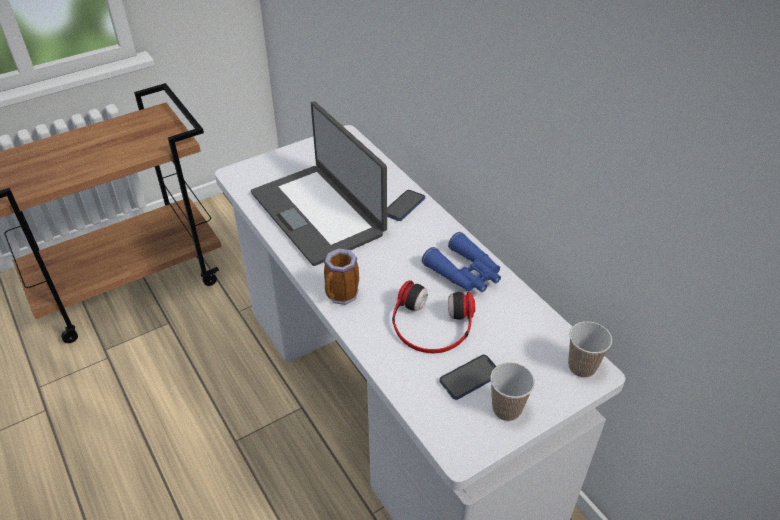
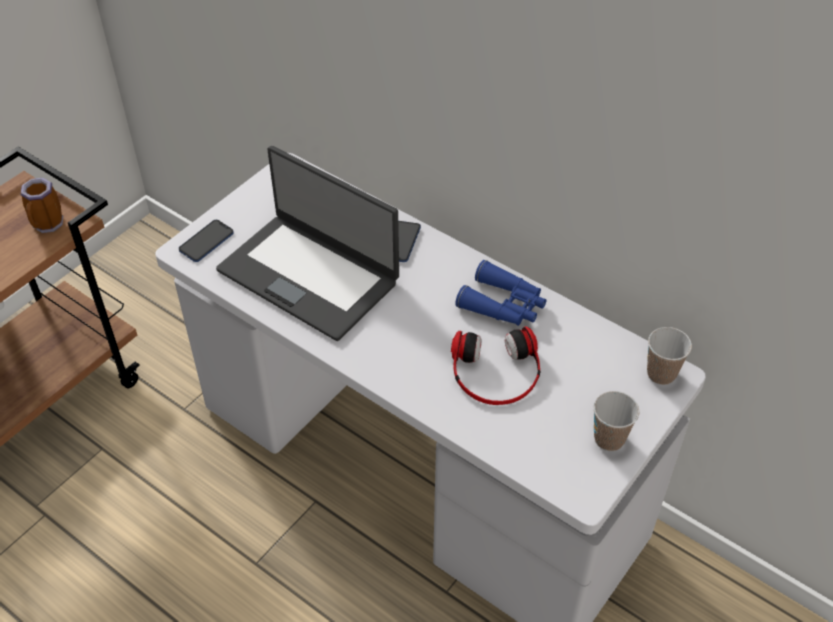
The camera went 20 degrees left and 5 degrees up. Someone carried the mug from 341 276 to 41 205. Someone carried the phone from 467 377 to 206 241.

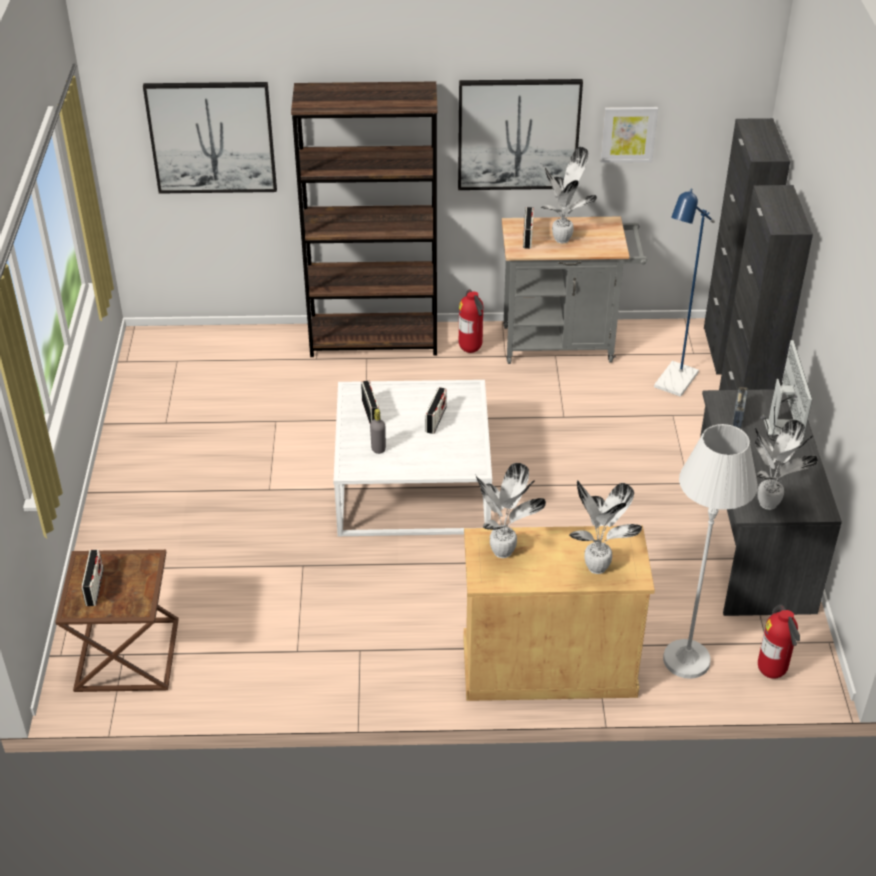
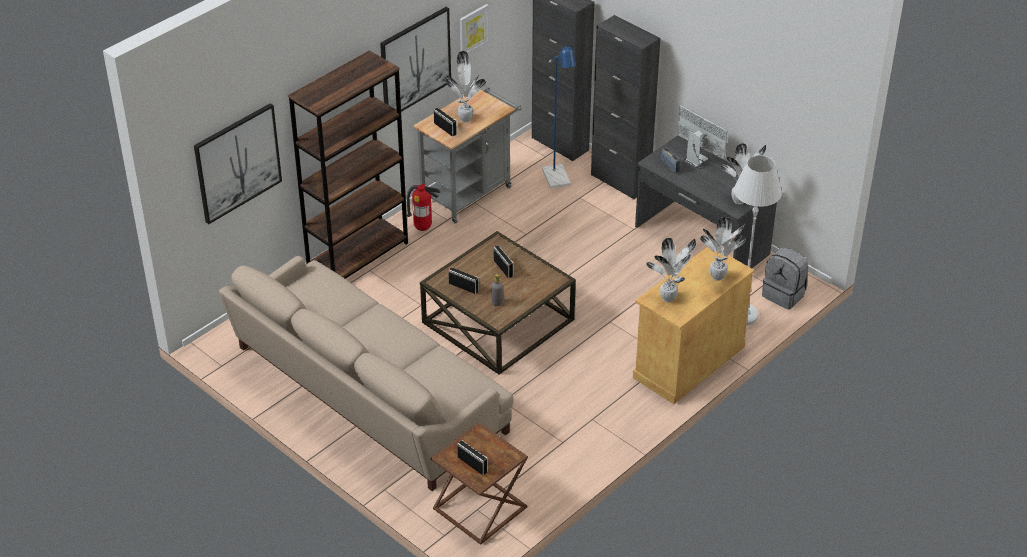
The camera went 45 degrees left and 0 degrees up. Someone put down the beige sofa at 366 373. Someone repainted the white coffee table at 412 458, which became the brown coffee table at 498 303. Someone swapped the fire extinguisher at 779 641 for the grey backpack at 785 278.

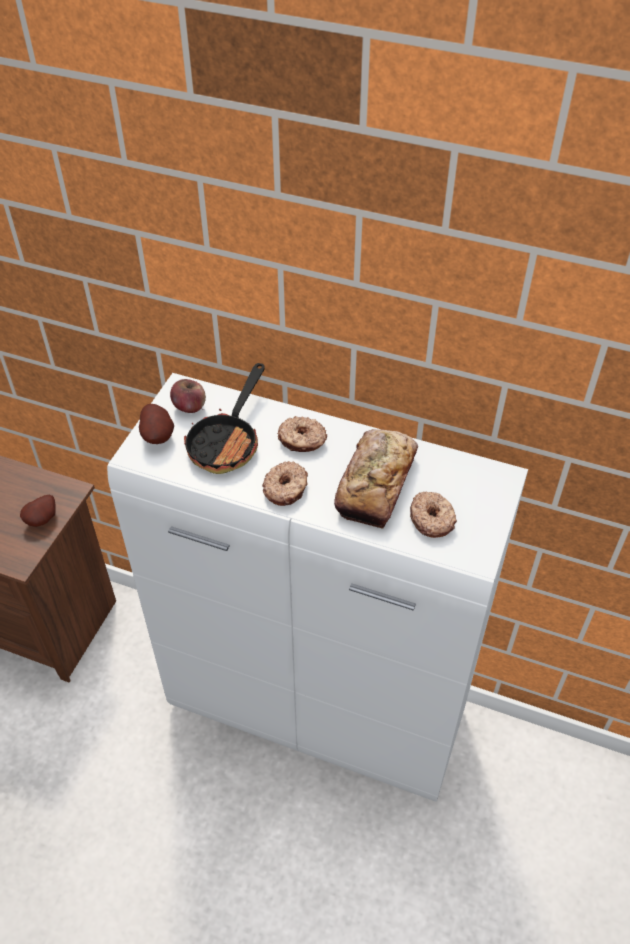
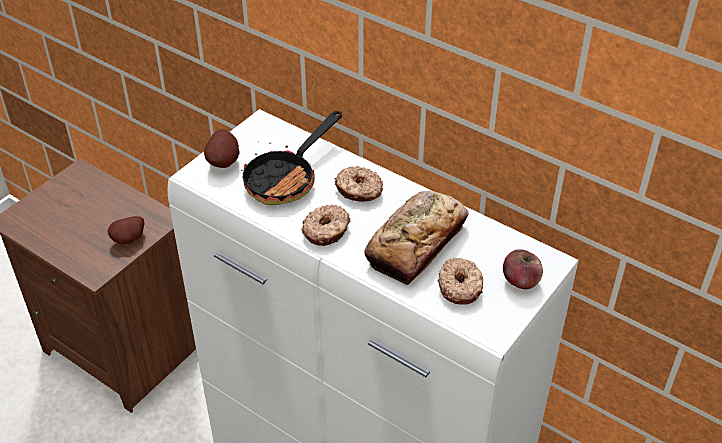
The camera went 15 degrees right and 5 degrees down. Someone carried the apple from 188 396 to 523 269.

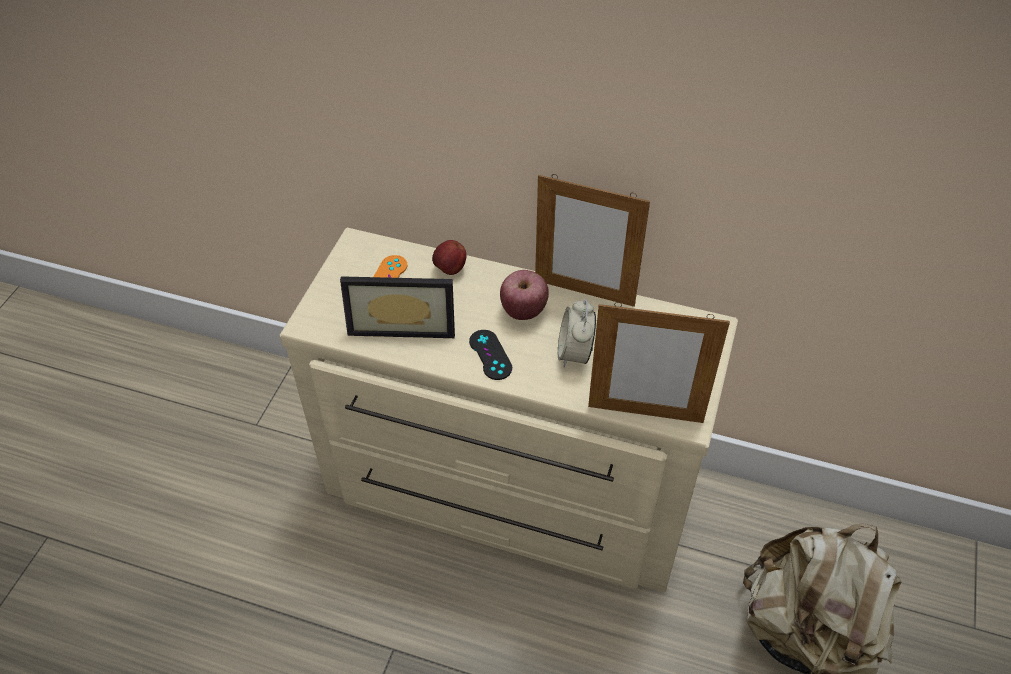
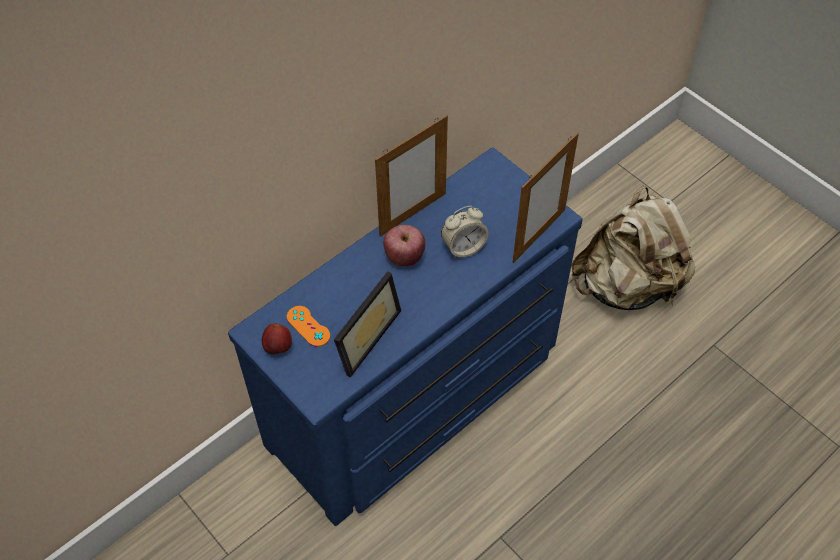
The camera went 60 degrees left and 5 degrees up. Someone repainted the beige dresser at 508 410, which became the blue dresser at 405 336. Someone carried the apple from 449 257 to 277 339. Someone rotated the alarm clock at 577 333 by 60 degrees counterclockwise. Someone took away the black game controller at 490 355.

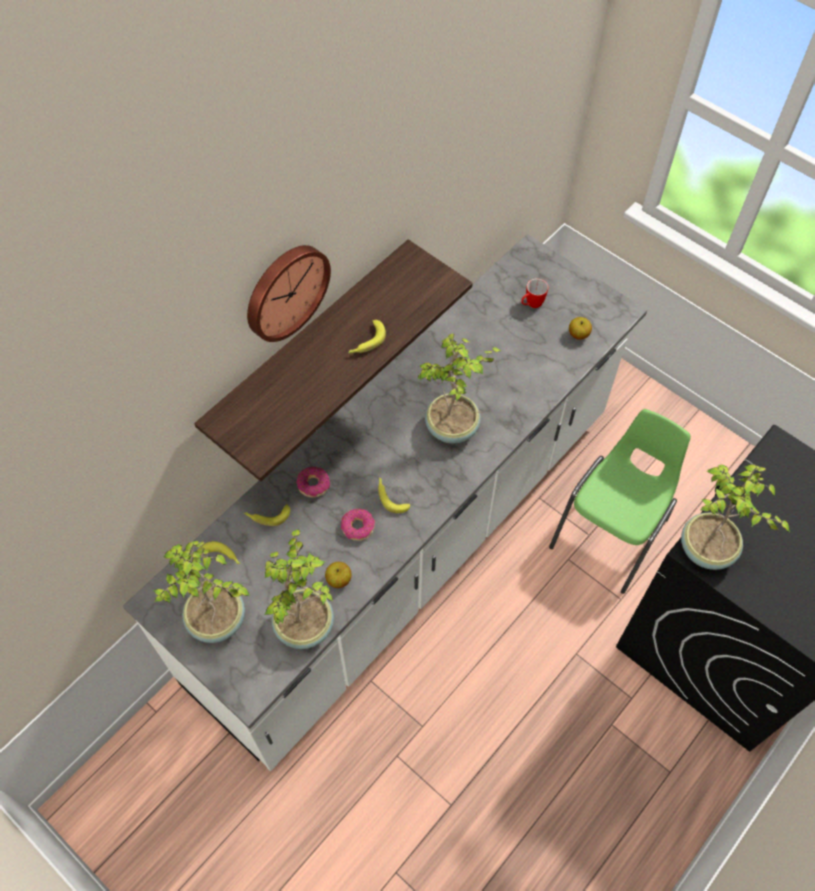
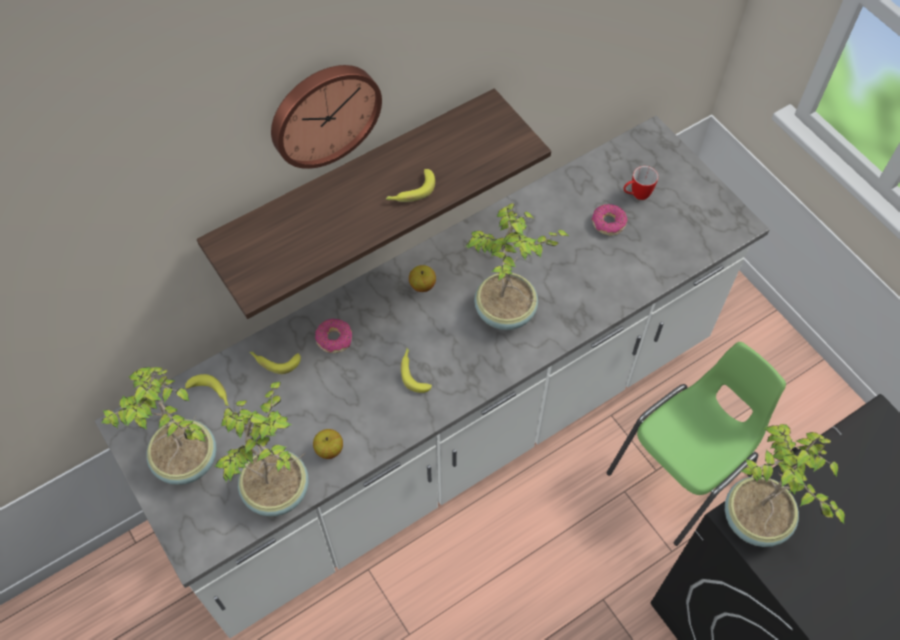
The camera went 15 degrees right and 0 degrees up. Someone carried the apple from 580 328 to 422 278. Someone carried the donut from 358 525 to 609 220.

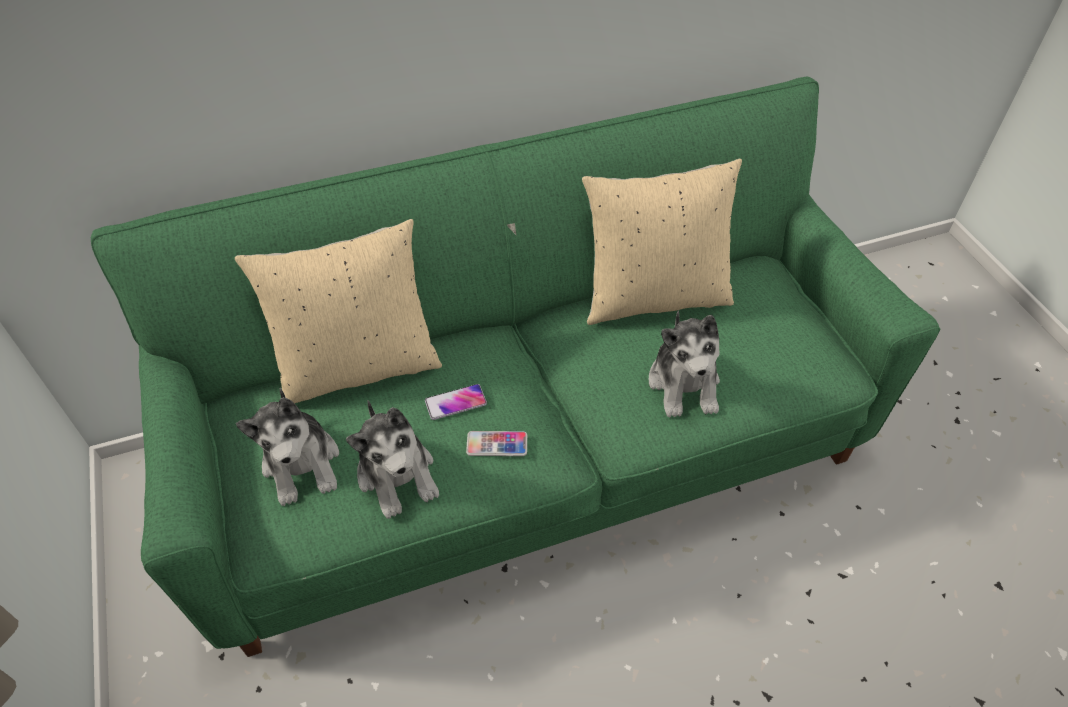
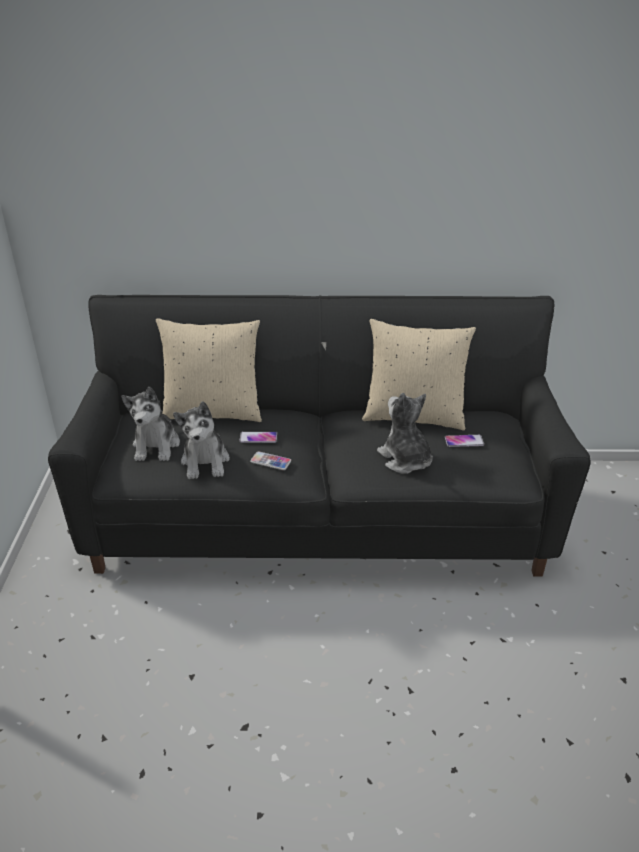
The camera went 20 degrees right and 15 degrees down. Someone repainted the green sofa at 515 366, which became the black sofa at 319 436. Someone rotated the plush toy at 684 363 by 135 degrees clockwise. Someone put down the phone at 464 441.

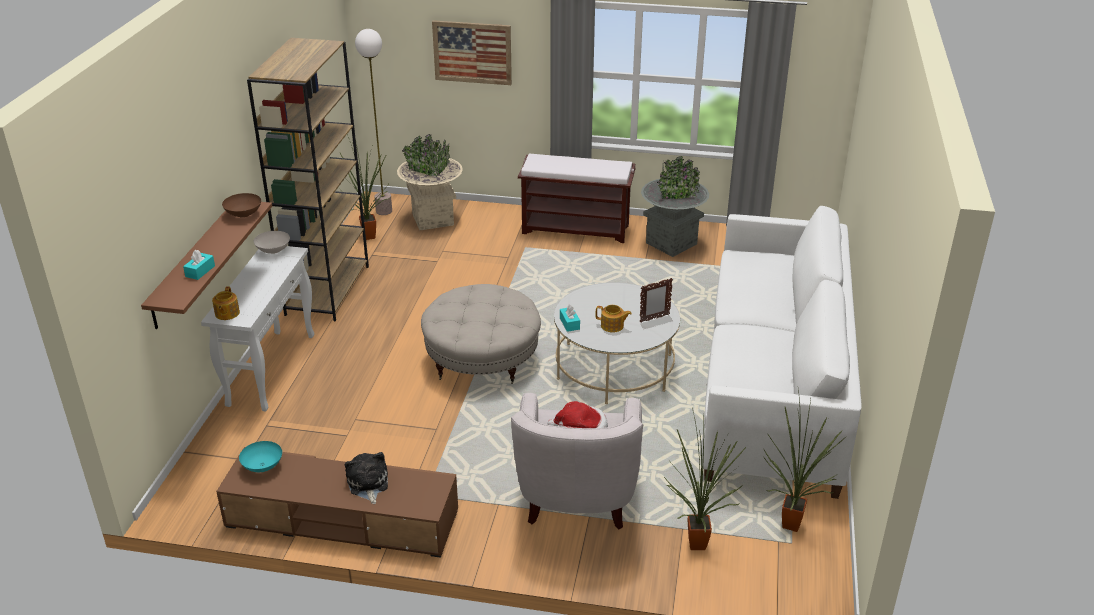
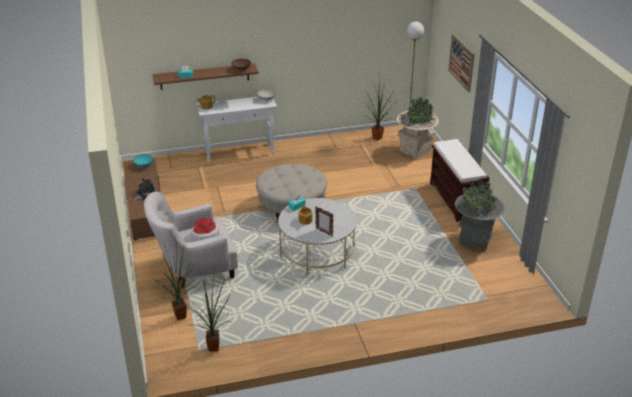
The camera went 65 degrees right and 0 degrees up. Someone took away the brown bookcase at 308 179. Someone took away the white sofa at 780 352.

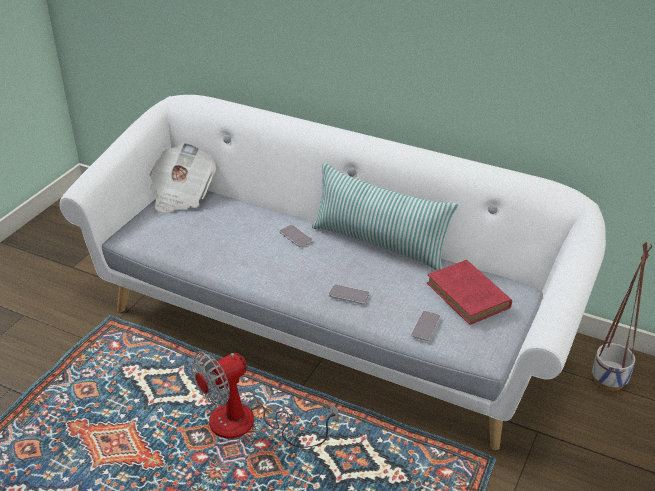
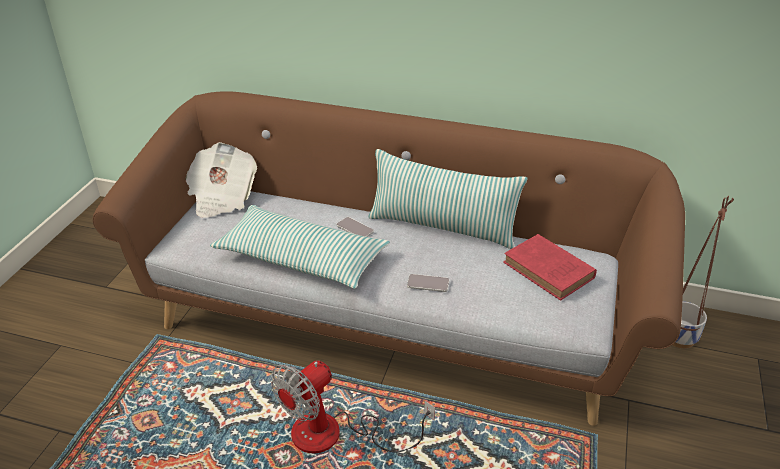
The camera went 10 degrees left and 0 degrees up. Someone repainted the white sofa at 332 272, which became the brown sofa at 389 258. Someone put down the pillow at 300 247. Someone took away the phone at 426 326.

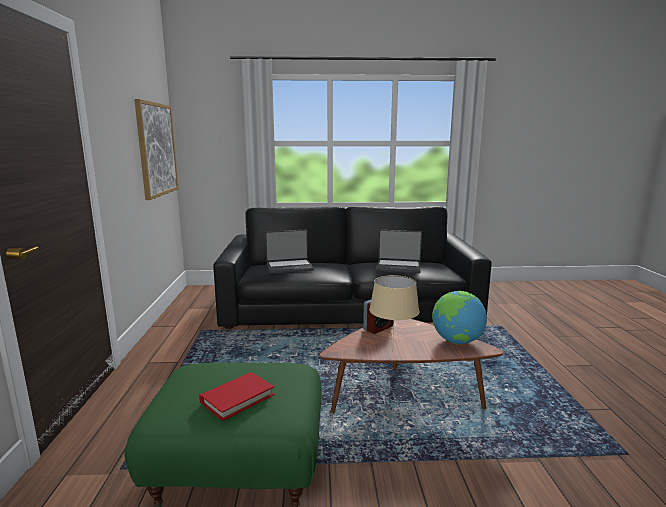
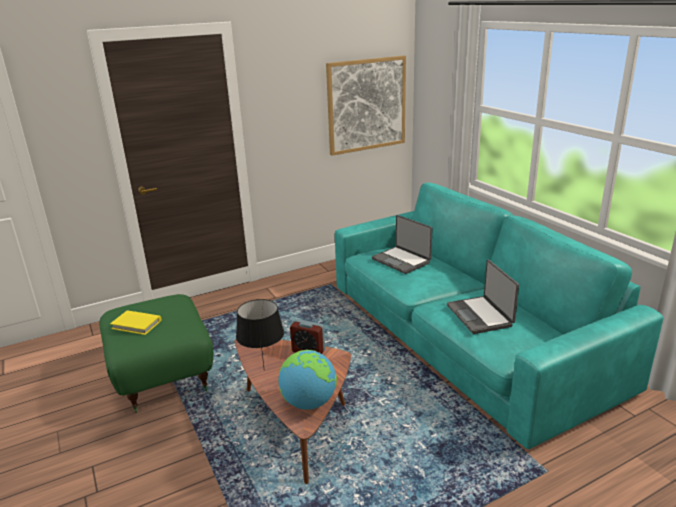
The camera went 65 degrees right and 10 degrees up. Someone repainted the red book at 237 396, which became the yellow book at 135 322. Someone repainted the beige table lamp at 394 313, which became the black table lamp at 260 333. Someone repainted the black sofa at 352 267, which became the turquoise sofa at 499 316.

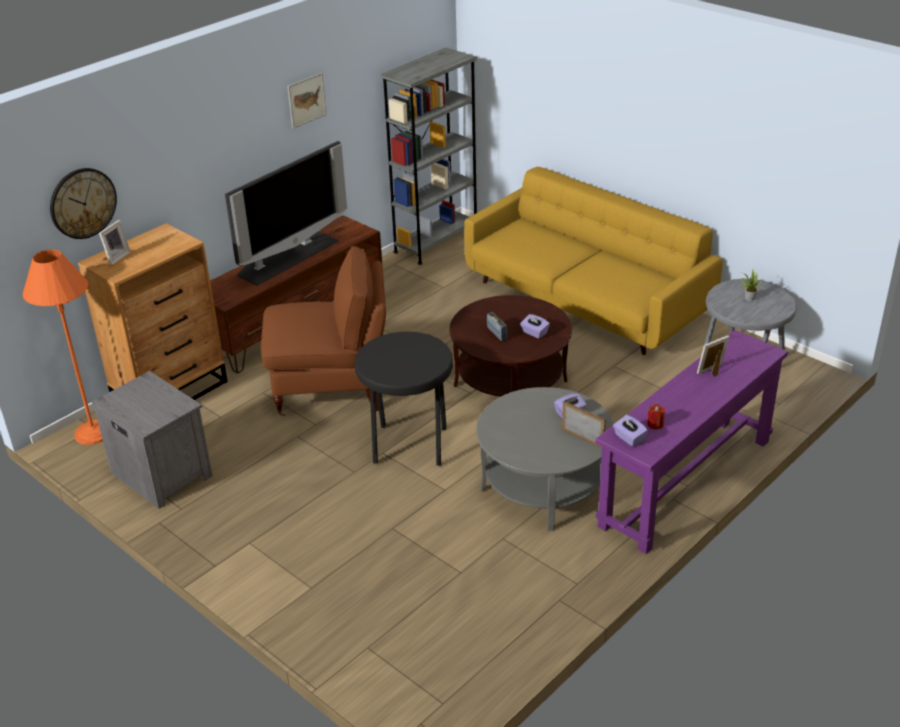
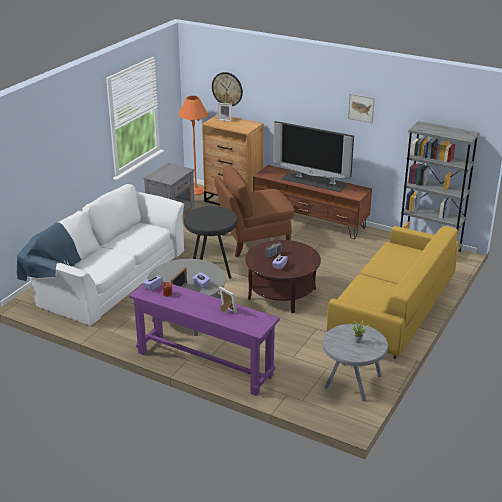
The camera went 75 degrees right and 5 degrees down. Someone put down the white sofa at 100 255. Someone rotated the brown armchair at 323 331 by 90 degrees clockwise.

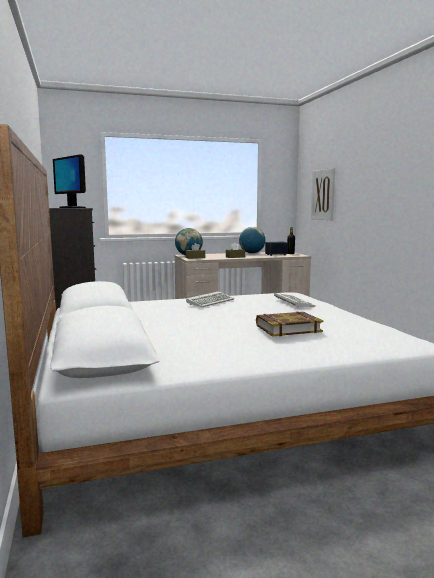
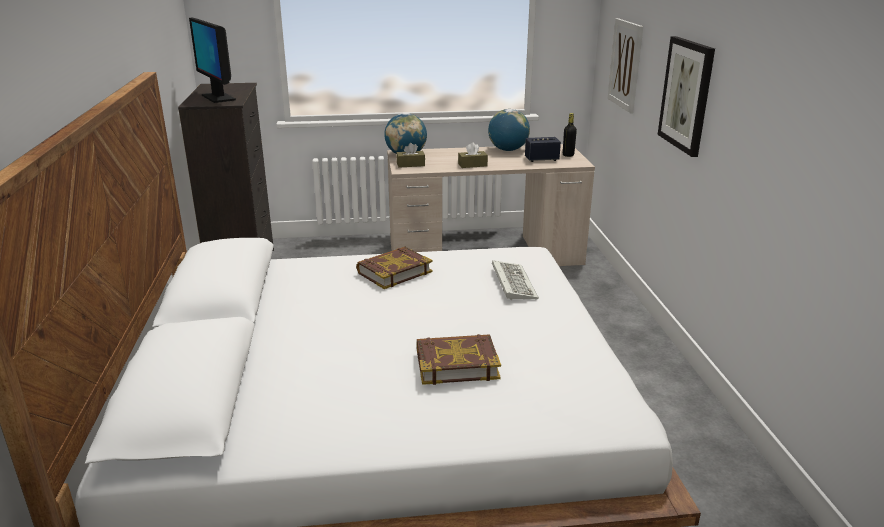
The camera went 10 degrees right and 15 degrees up. Someone swapped the keyboard at 210 299 for the book at 394 268. Someone put up the picture at 686 96.

